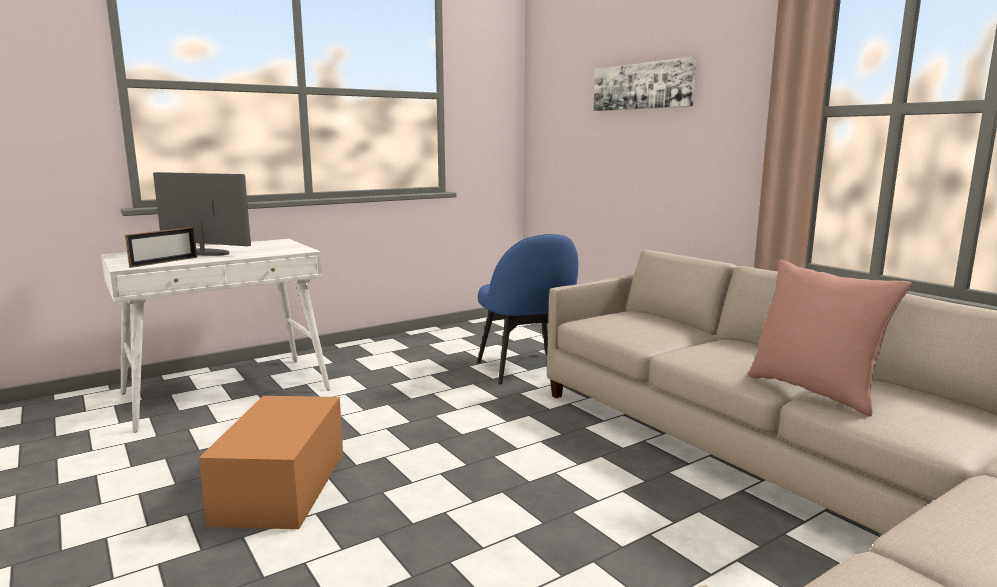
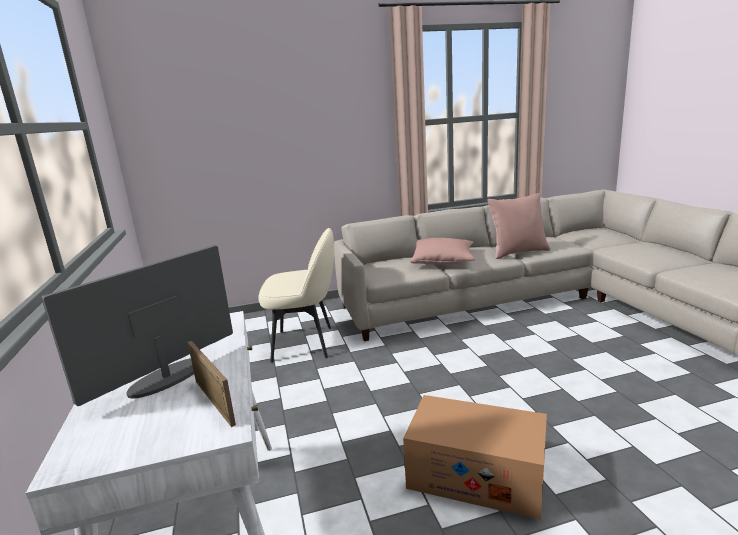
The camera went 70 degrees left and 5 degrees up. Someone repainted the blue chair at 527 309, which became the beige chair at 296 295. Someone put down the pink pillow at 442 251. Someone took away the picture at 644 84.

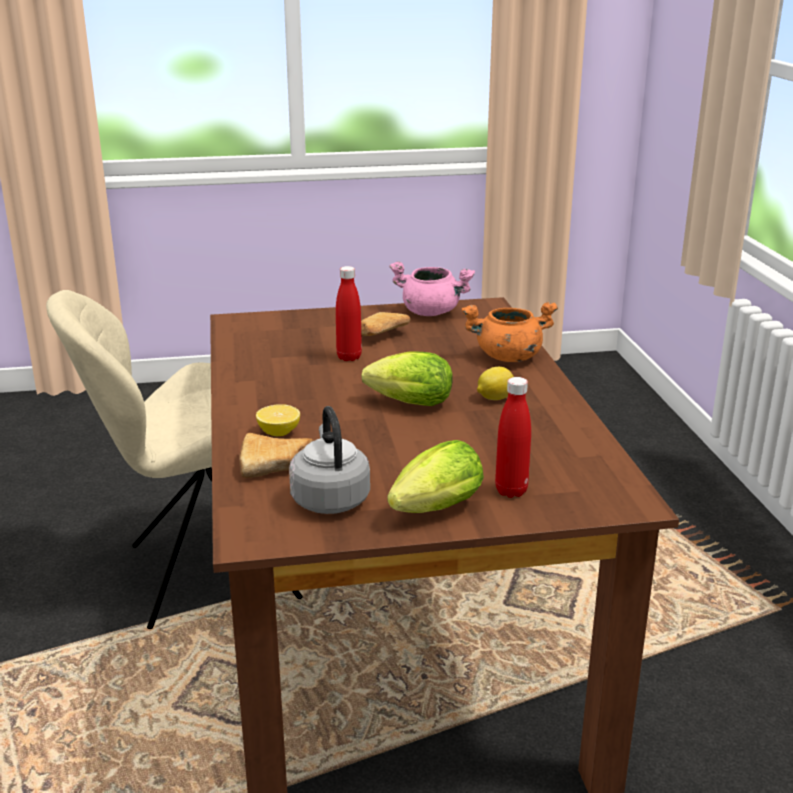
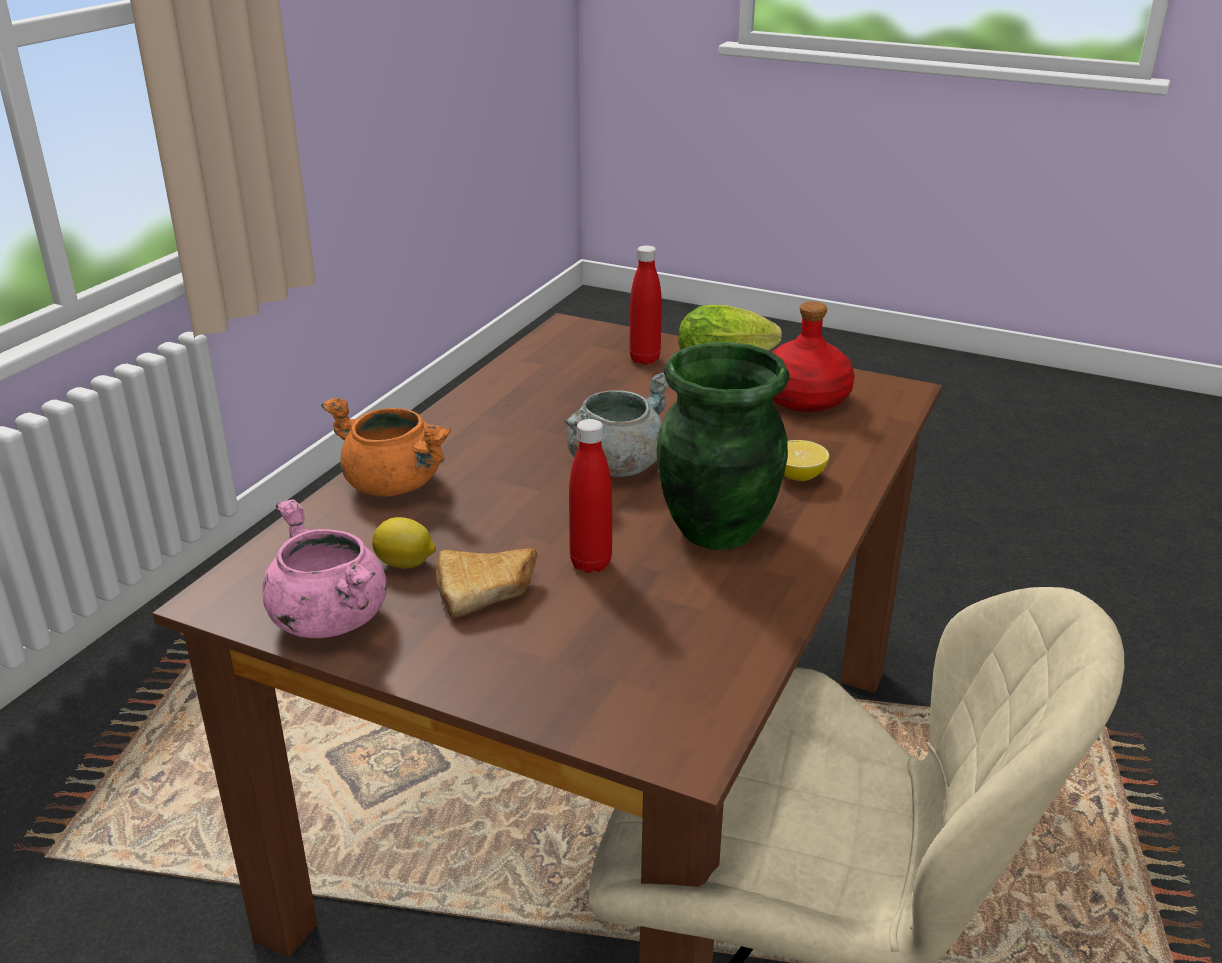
The camera went 145 degrees left and 5 degrees up. Someone carried the lemon from 495 383 to 404 542. Someone swapped the lettuce at 407 378 for the grey cooking pot at 616 424. Someone put down the green vase at 722 446. Someone swapped the grey kettle at 329 460 for the red bottle at 813 356. Someone took away the bread at 276 455.

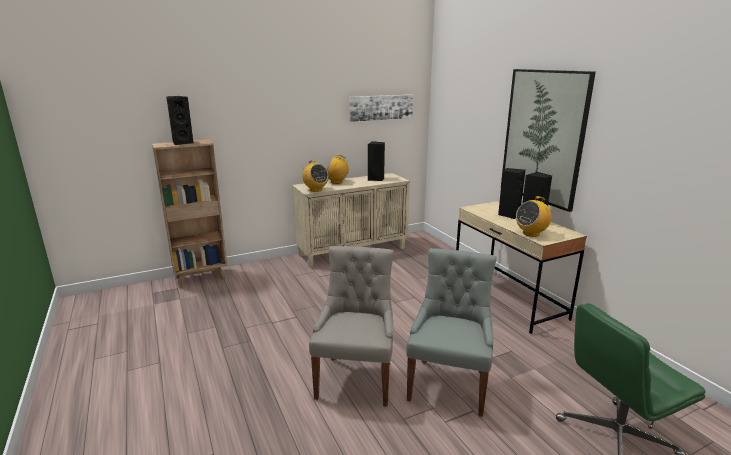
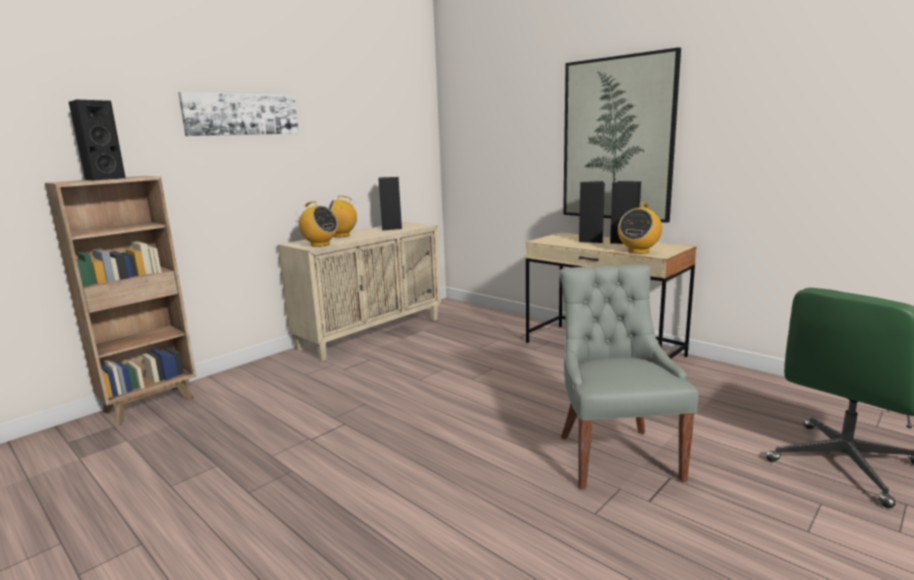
The camera went 20 degrees left and 5 degrees down. Someone carried the picture from 381 108 to 238 114. Someone took away the grey chair at 351 326.

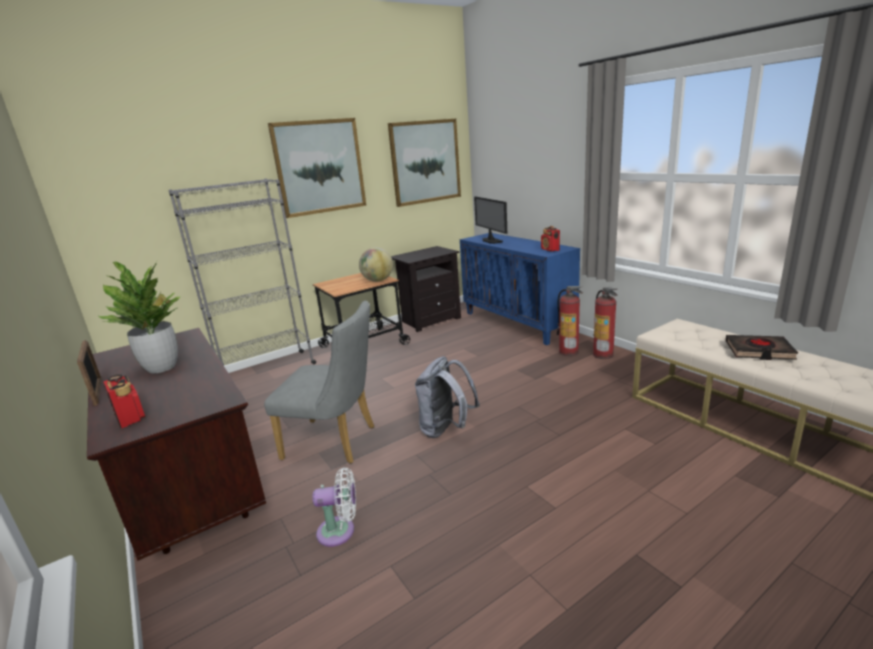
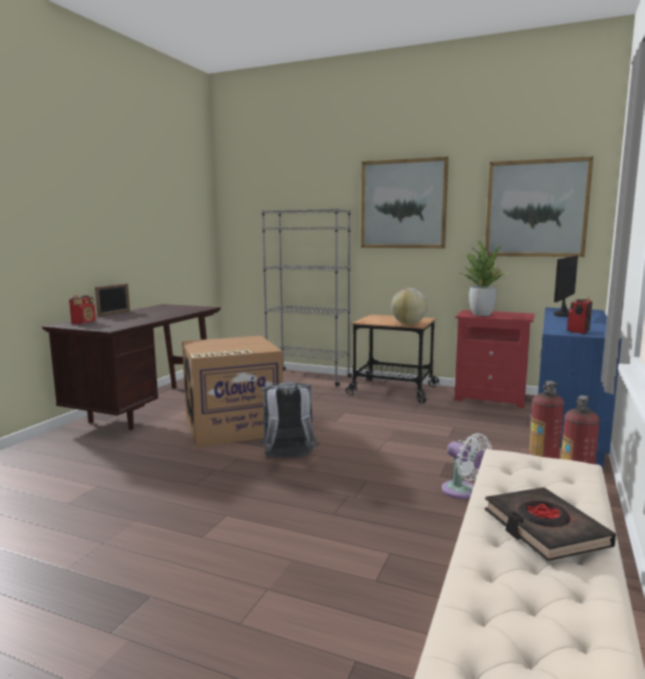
The camera went 55 degrees right and 10 degrees down. Someone swapped the grey chair at 319 382 for the cardboard box at 232 391. Someone carried the white fan from 334 507 to 467 466. Someone repainted the black nightstand at 426 289, which became the red nightstand at 494 359. Someone carried the potted plant from 140 317 to 484 278.

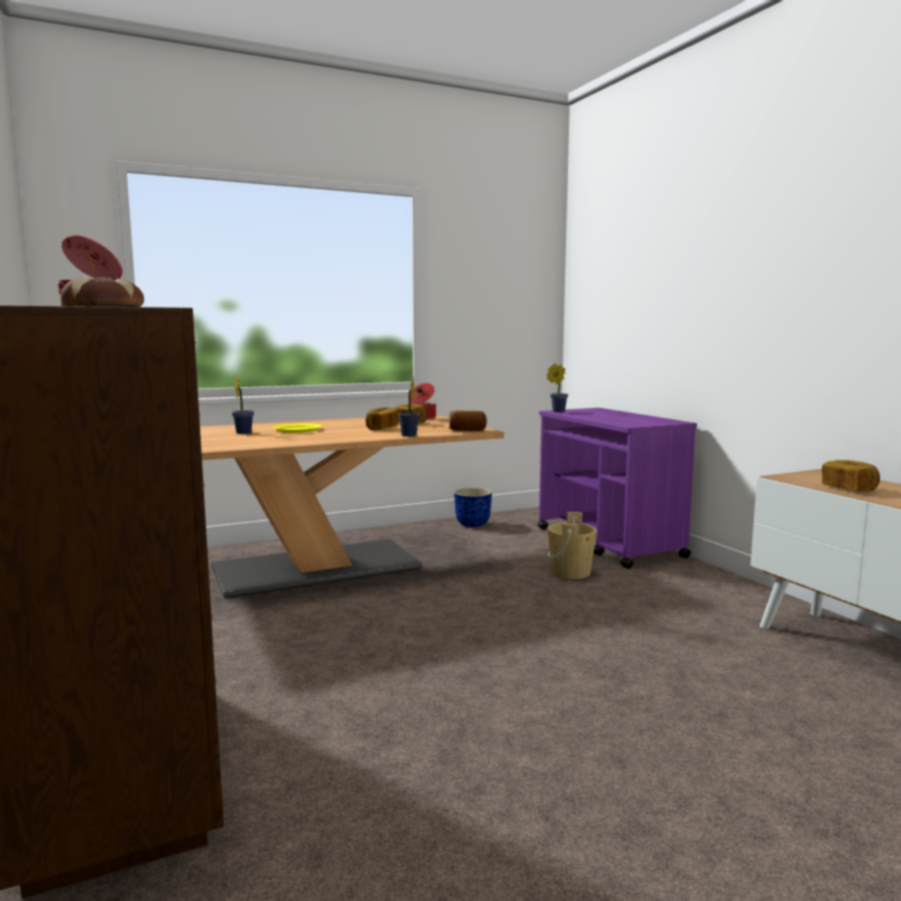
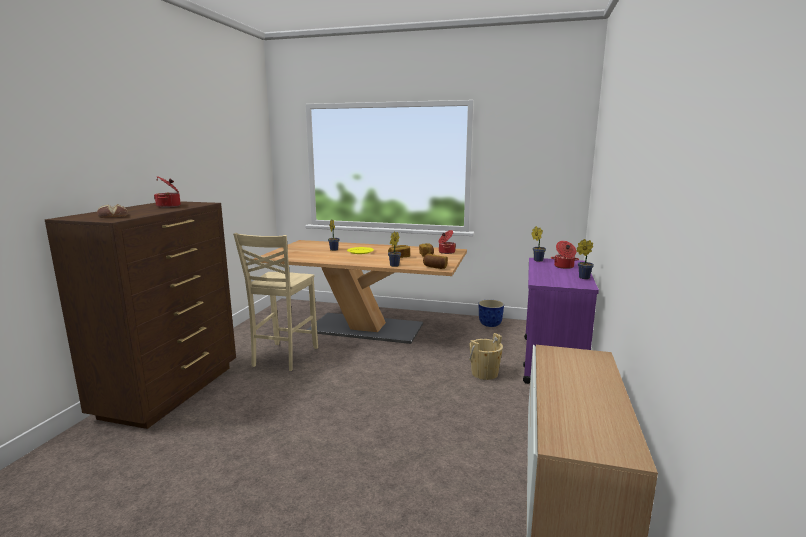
The camera went 40 degrees right and 5 degrees up. Someone put down the beige chair at 275 302. Someone put down the cooking pot at 565 255. Someone put down the potted plant at 585 259. Someone took away the bread at 851 476.

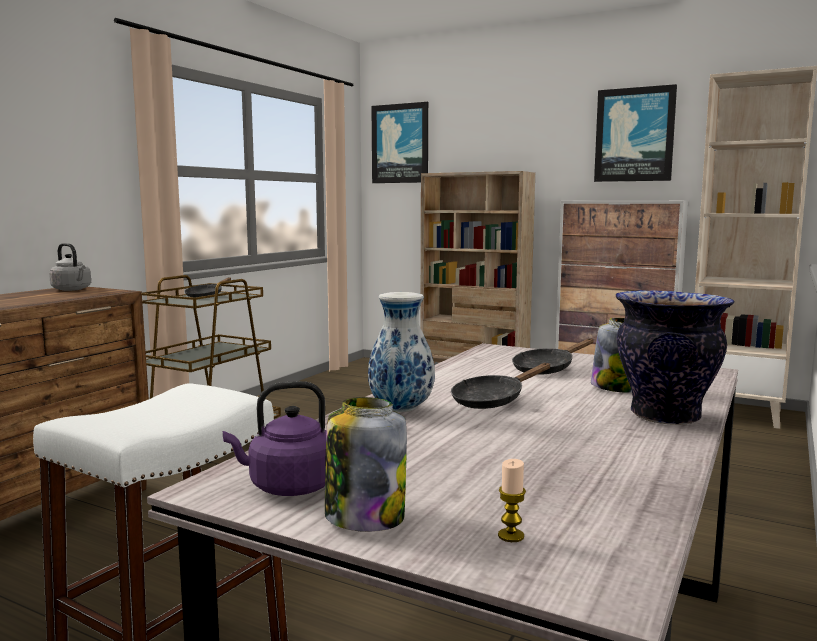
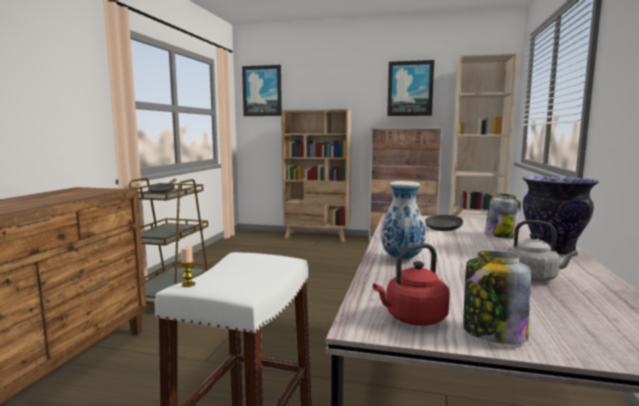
The camera went 15 degrees left and 0 degrees up. Someone carried the candle from 512 500 to 187 266. Someone repainted the purple kettle at 275 438, which became the red kettle at 411 284. Someone carried the grey kettle from 70 267 to 542 251. Someone took away the black frying pan at 501 386.

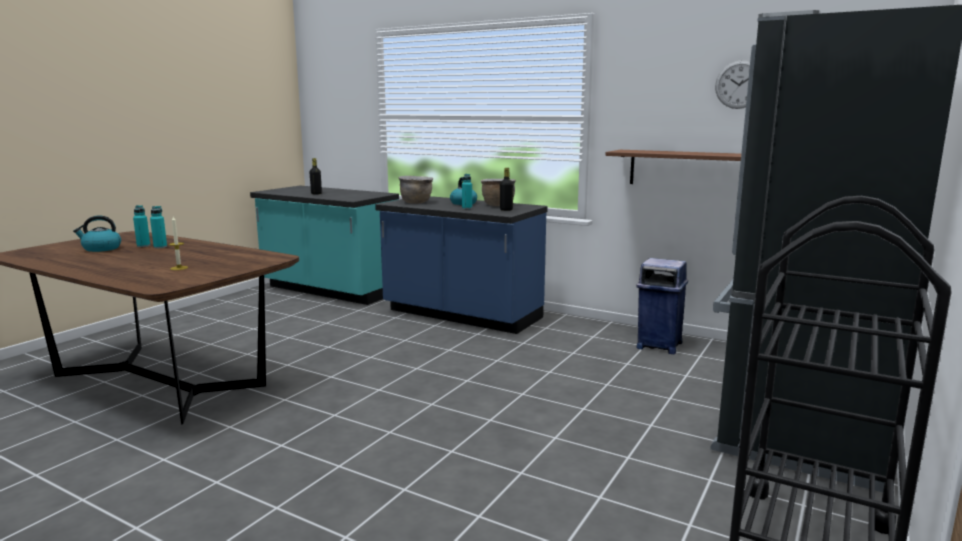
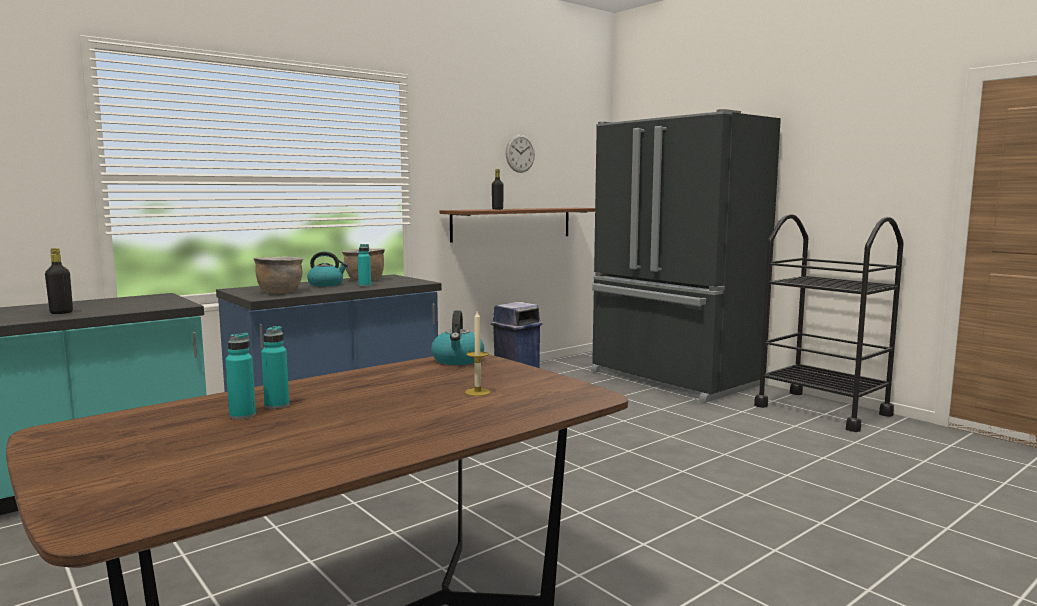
The camera went 70 degrees left and 5 degrees down. Someone carried the kettle from 97 234 to 457 337. Someone carried the black bottle from 507 189 to 498 189.

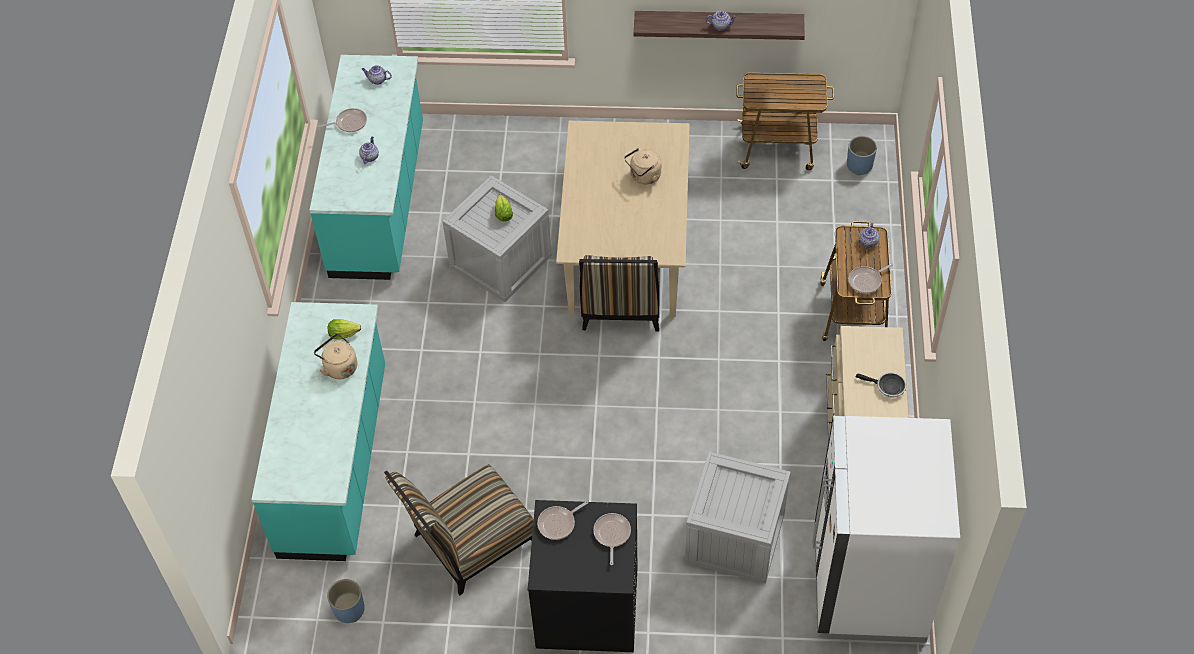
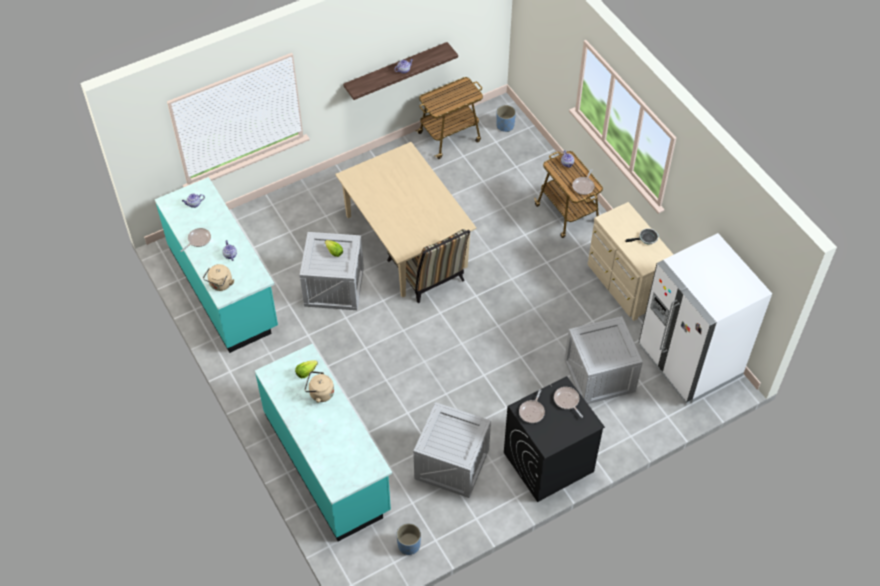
The camera went 35 degrees left and 0 degrees up. Someone carried the beige kettle from 642 166 to 218 277. Someone swapped the chair at 459 529 for the crate at 452 450.

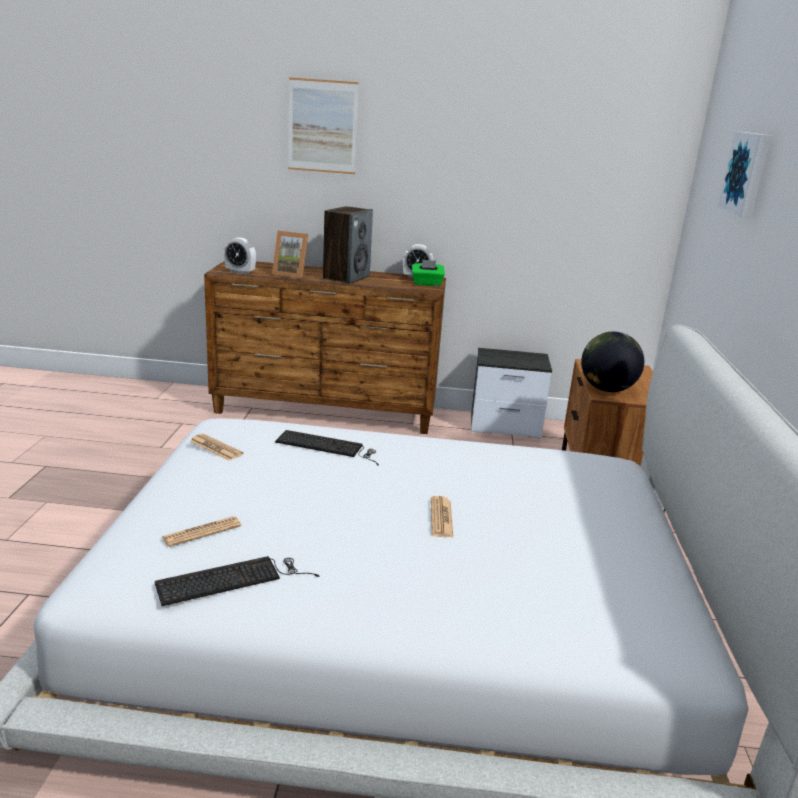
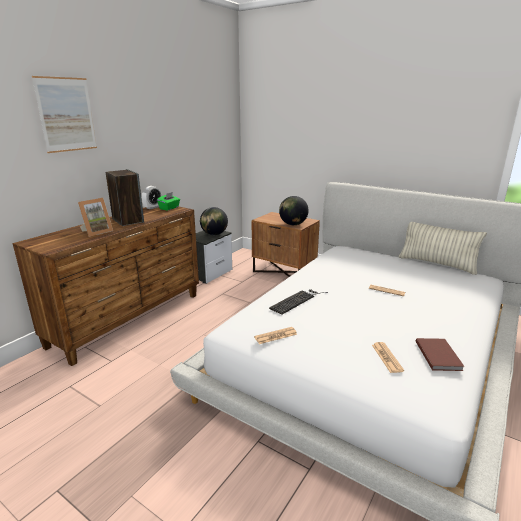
The camera went 60 degrees left and 0 degrees up. Someone put down the globe at 214 221. Someone put down the pillow at 443 248. Someone swapped the keyboard at 237 581 for the brown book at 440 354. Someone took away the alarm clock at 240 256. Someone took away the picture at 744 174.

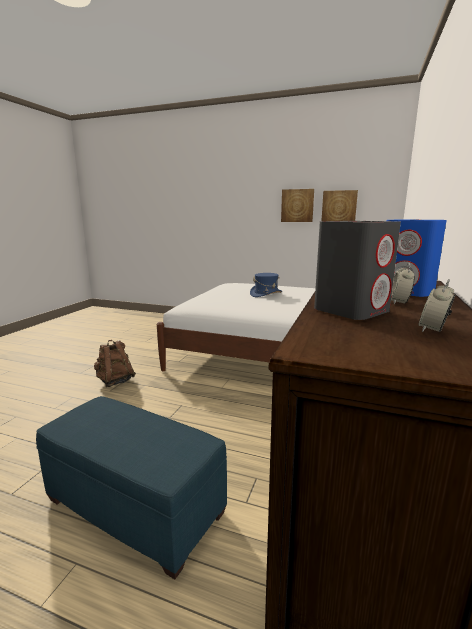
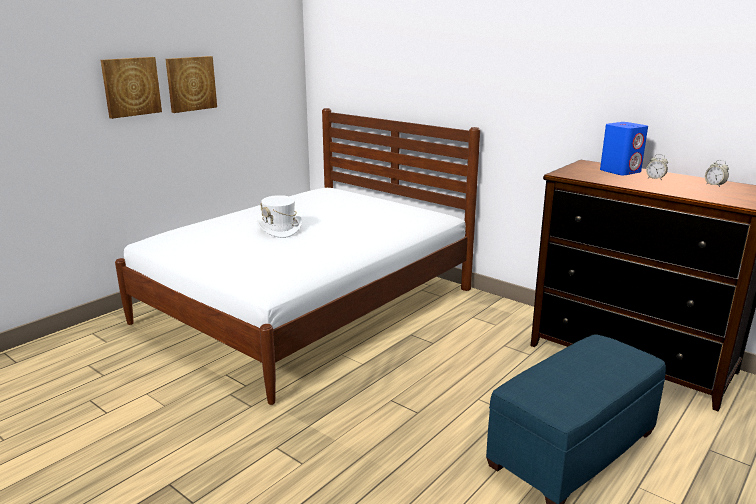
The camera went 70 degrees left and 5 degrees up. Someone carried the picture from 340 205 to 131 88. Someone repainted the blue hat at 266 285, which became the white hat at 279 216. Someone took away the brown backpack at 115 363. Someone took away the grey speaker at 357 270.

